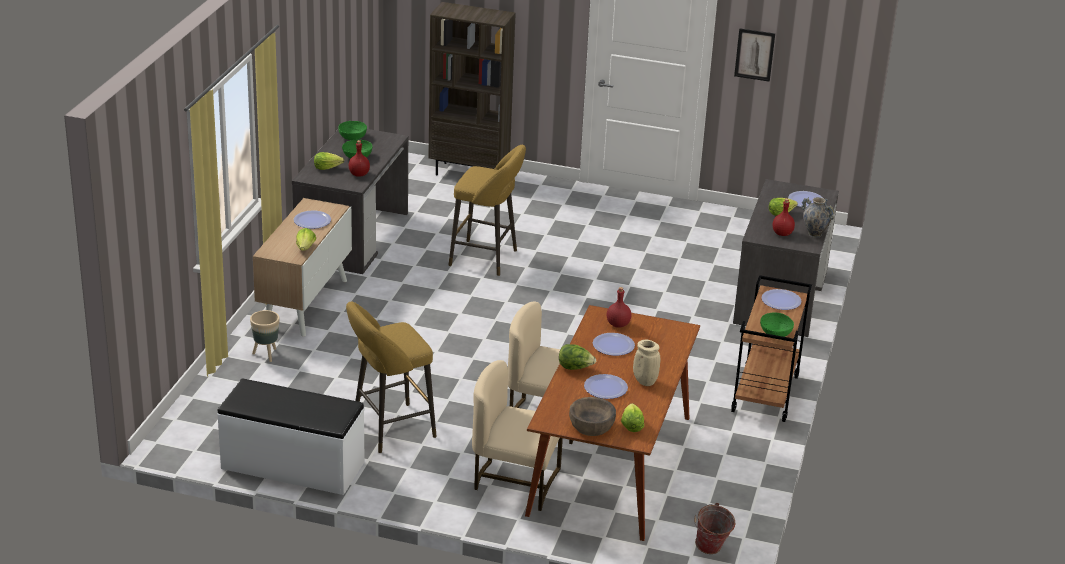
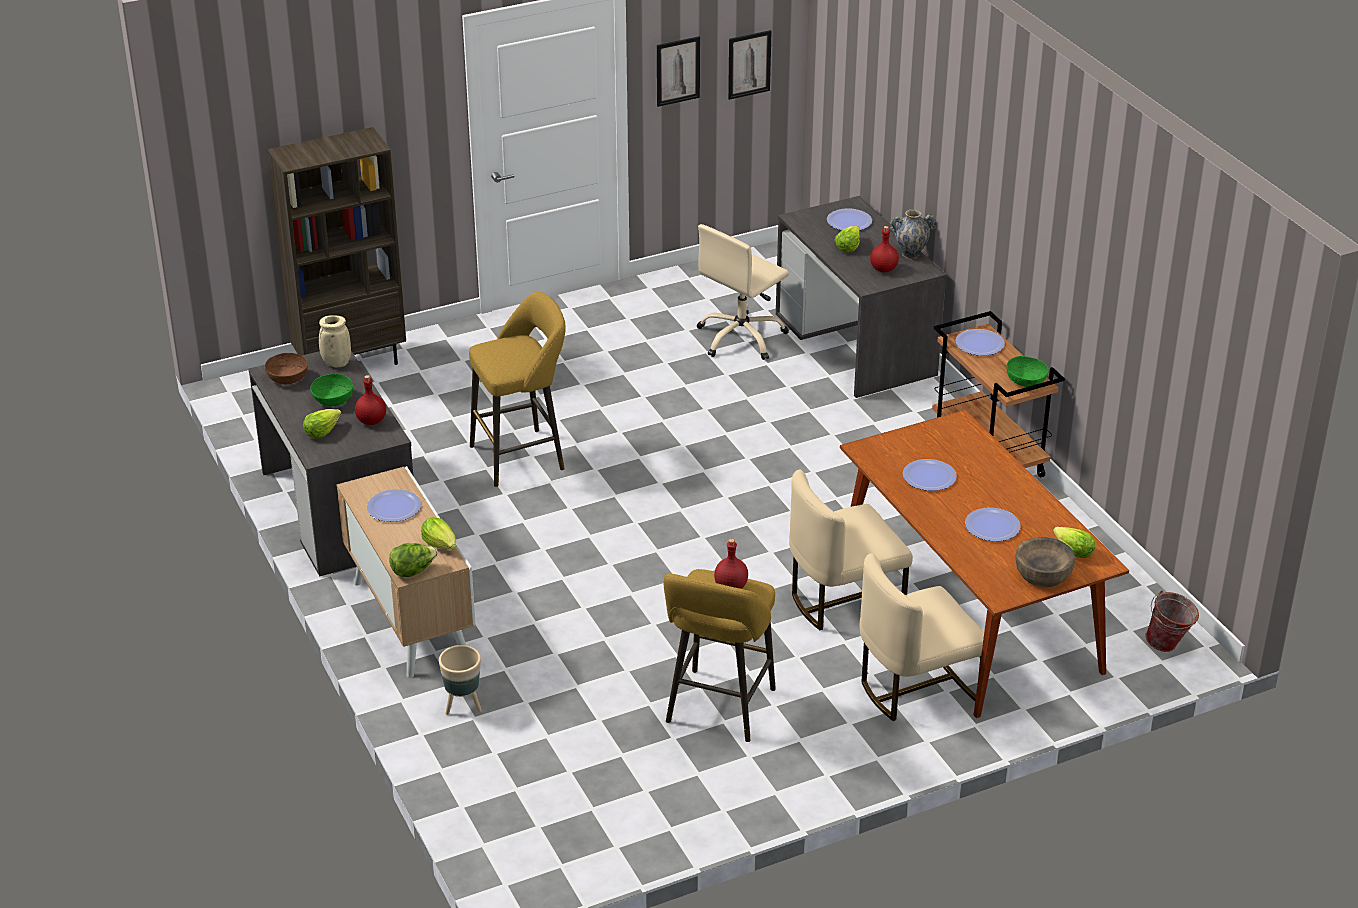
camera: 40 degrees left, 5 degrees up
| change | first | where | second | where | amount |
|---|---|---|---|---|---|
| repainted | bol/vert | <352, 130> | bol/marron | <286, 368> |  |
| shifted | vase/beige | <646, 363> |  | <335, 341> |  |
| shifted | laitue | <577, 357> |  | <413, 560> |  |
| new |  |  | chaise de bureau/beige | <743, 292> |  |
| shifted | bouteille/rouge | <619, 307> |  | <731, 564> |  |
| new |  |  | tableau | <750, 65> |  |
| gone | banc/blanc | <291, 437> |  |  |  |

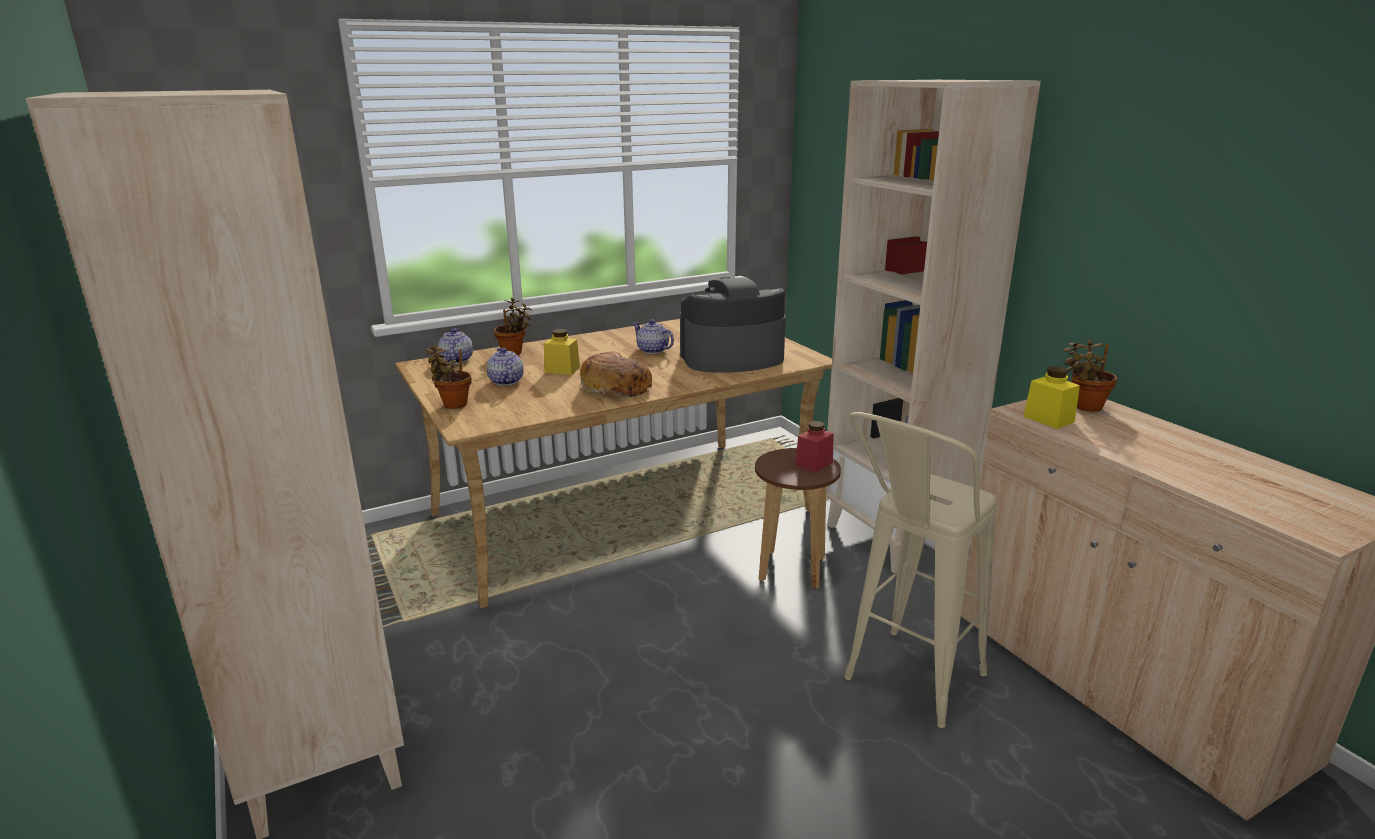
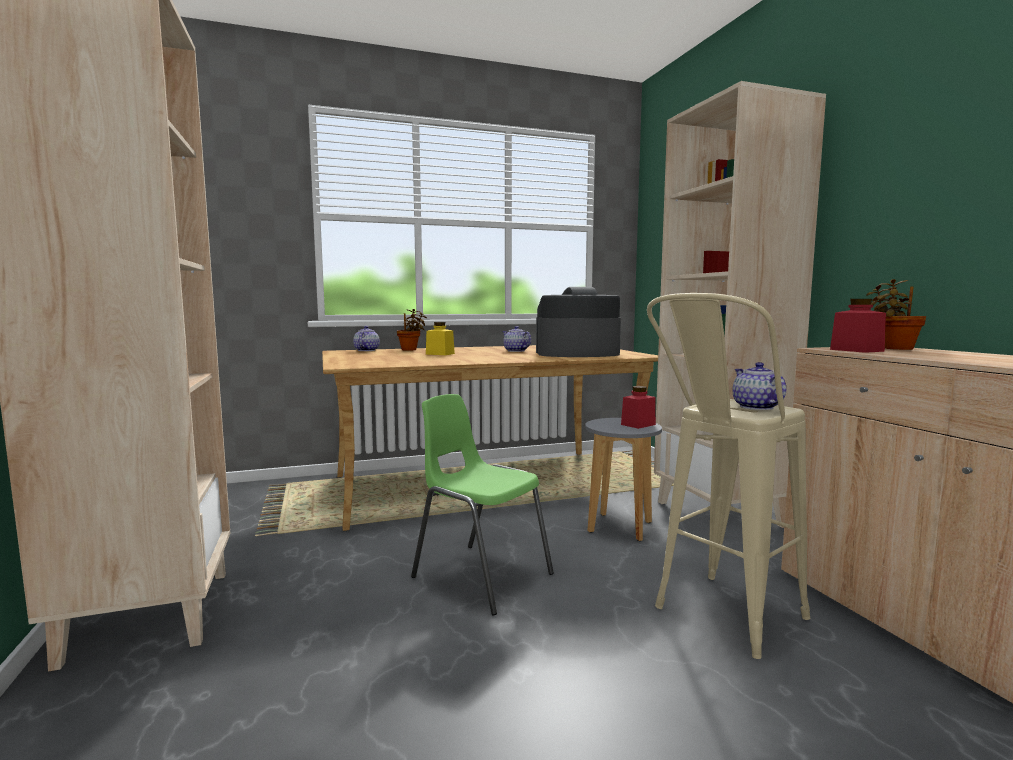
camera: 10 degrees right, 15 degrees down
| change | first | where | second | where | amount |
|---|---|---|---|---|---|
| new |  |  | chaise/vert | <482, 505> |  |
| repainted | tabouret/marron | <798, 518> | tabouret/gris | <623, 479> |  |
| shifted | théière | <505, 367> |  | <759, 386> |  |
| repainted | bocal/jaune | <1051, 397> | bocal/rouge | <858, 326> |  |
| gone | plante en pot | <448, 377> |  |  |  |
| gone | pain | <616, 374> |  |  |  |

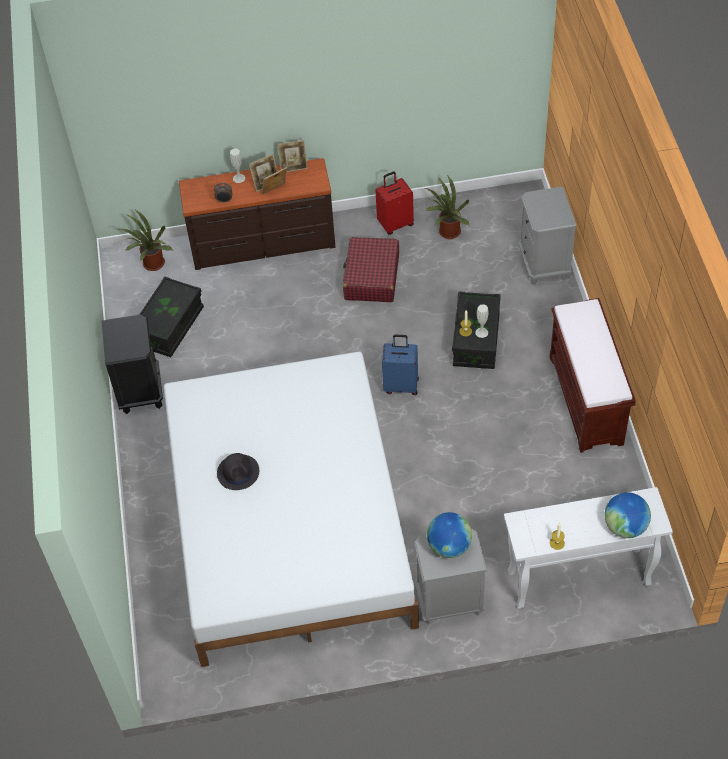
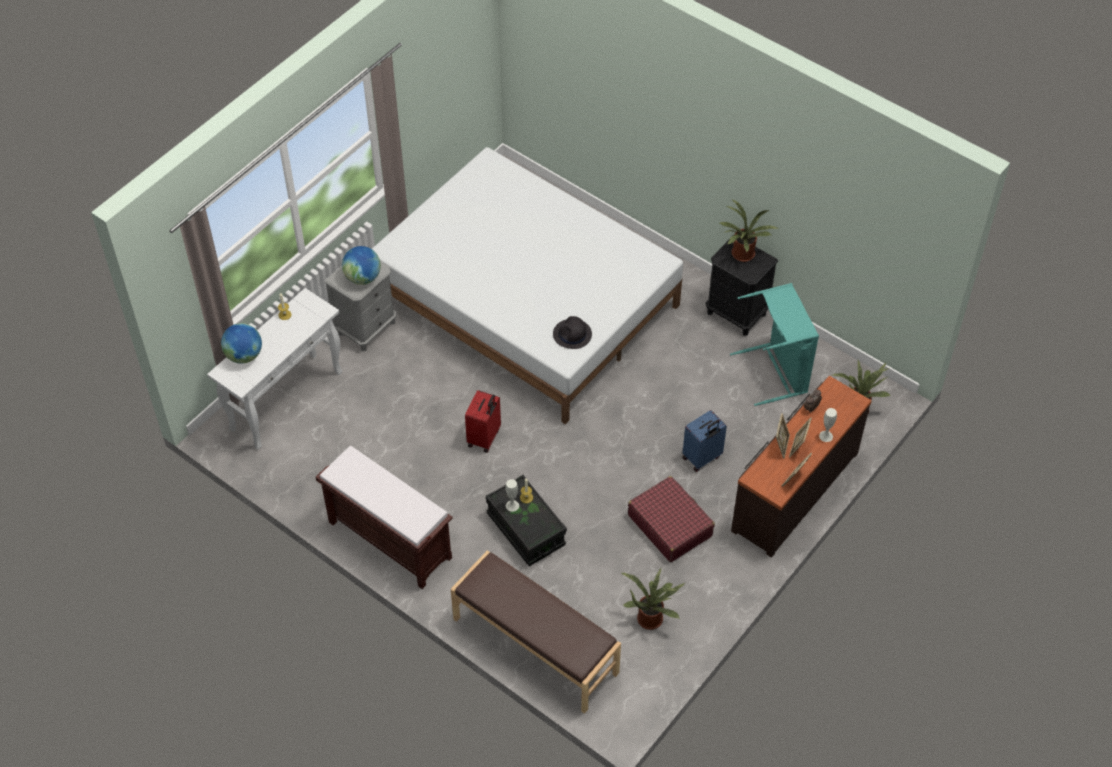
camera: 135 degrees right, 0 degrees up
| change | first | where | second | where | amount |
|---|---|---|---|---|---|
| swapped | table de chevet/gris | <547, 235> | banc/marron | <536, 632> |  |
| shifted | valise/rouge | <394, 203> |  | <483, 421> |  |
| shifted | chapeau/noir | <238, 471> |  | <572, 332> |  |
| shifted | valise/bleu | <400, 364> |  | <705, 441> |  |
| new |  |  | plante en pot | <748, 230> |  |
| swapped | boîte de rangement/noir | <171, 316> | panier à linge/turquoise | <774, 344> |  |

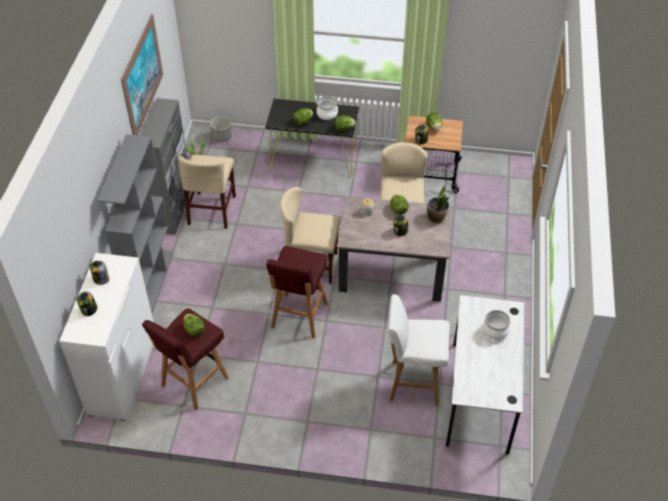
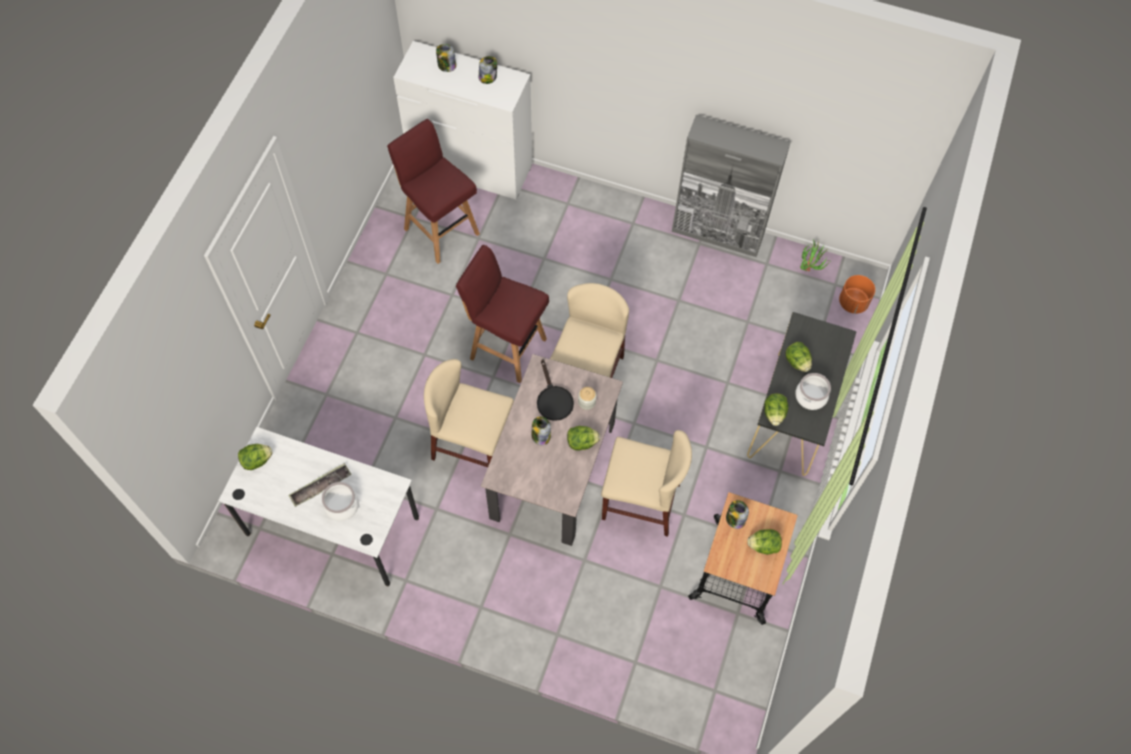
camera: 100 degrees right, 15 degrees up
| change | first | where | second | where | amount |
|---|---|---|---|---|---|
| shifted | laitue | <194, 325> |  | <255, 457> |  |
| new |  |  | plateau | <320, 485> |  |
| shifted | chaise/beige | <207, 192> |  | <469, 413> |  |
| new |  |  | poêle/noir | <555, 390> |  |
| repainted | cache-pot/gris | <221, 129> | cache-pot/orange | <857, 294> |  |
| gone | bibliothèque/gris | <135, 223> |  |  |  |
| gone | tableau | <142, 74> |  |  |  |
| gone | tabouret/blanc | <419, 349> |  |  |  |
| gone | plante en pot | <438, 204> |  |  |  |

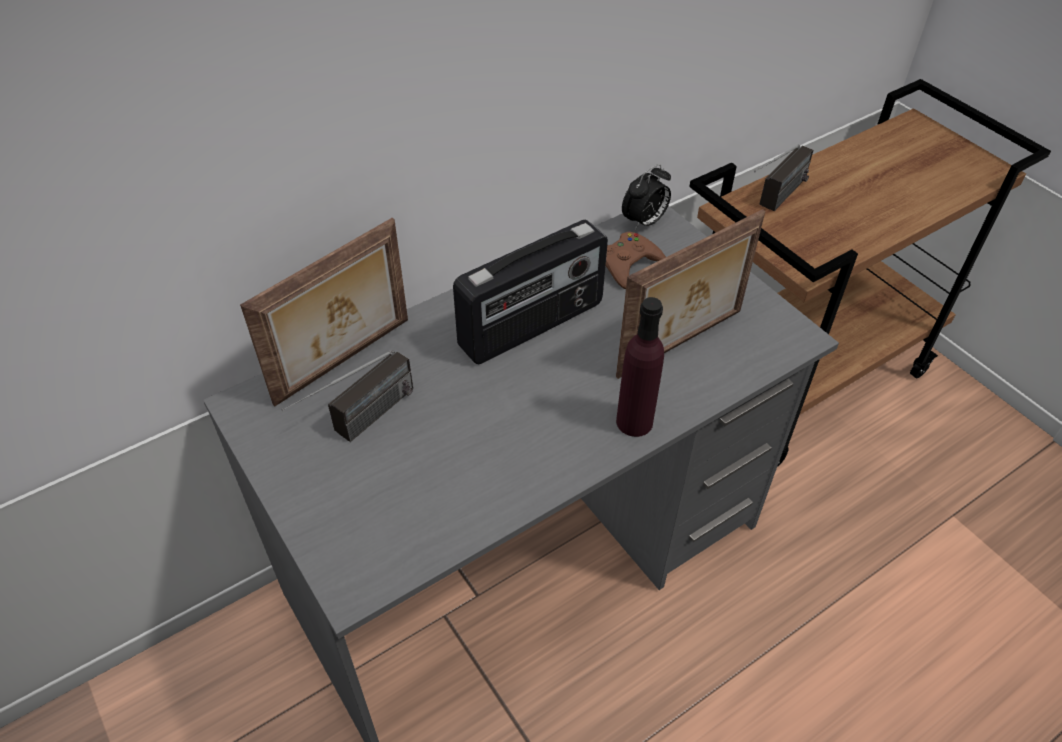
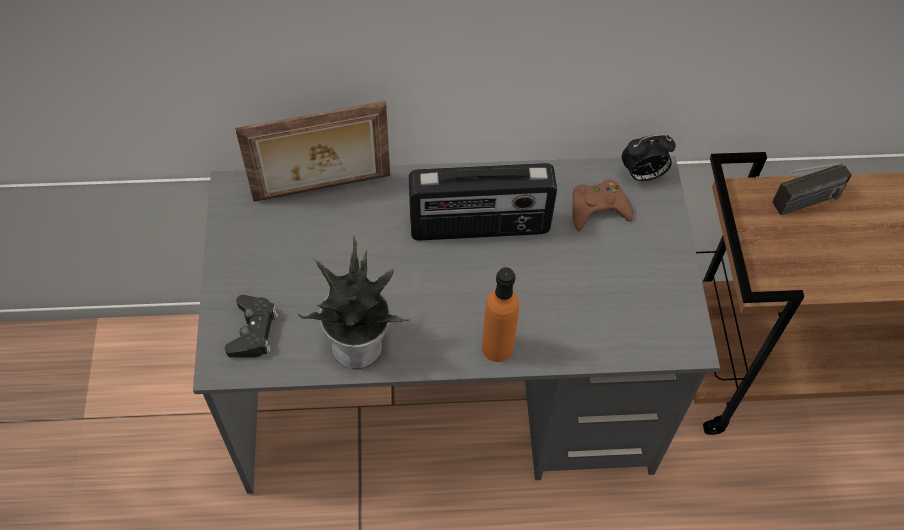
camera: 30 degrees right, 10 degrees up
| change | first | where | second | where | amount |
|---|---|---|---|---|---|
| new |  |  | manette/noir | <251, 326> |  |
| new |  |  | plante en pot | <353, 302> |  |
| repainted | bouteille/violet | <640, 367> | bouteille/orange | <500, 314> |  |
| gone | radio | <347, 396> |  |  |  |
| gone | cadre photo | <690, 294> |  |  |  |

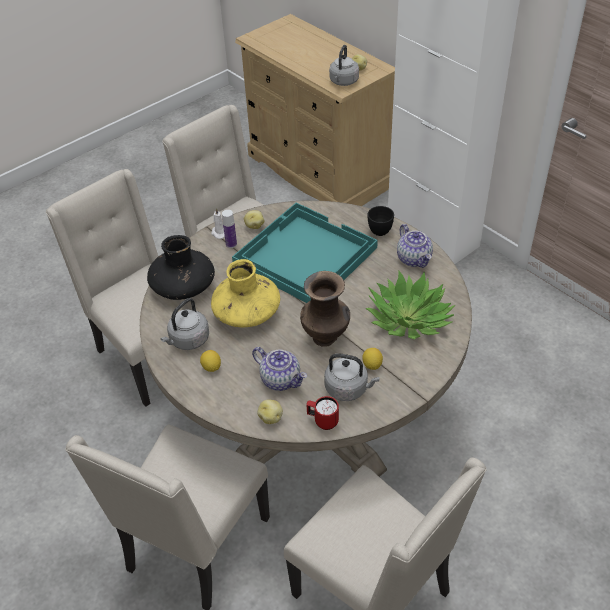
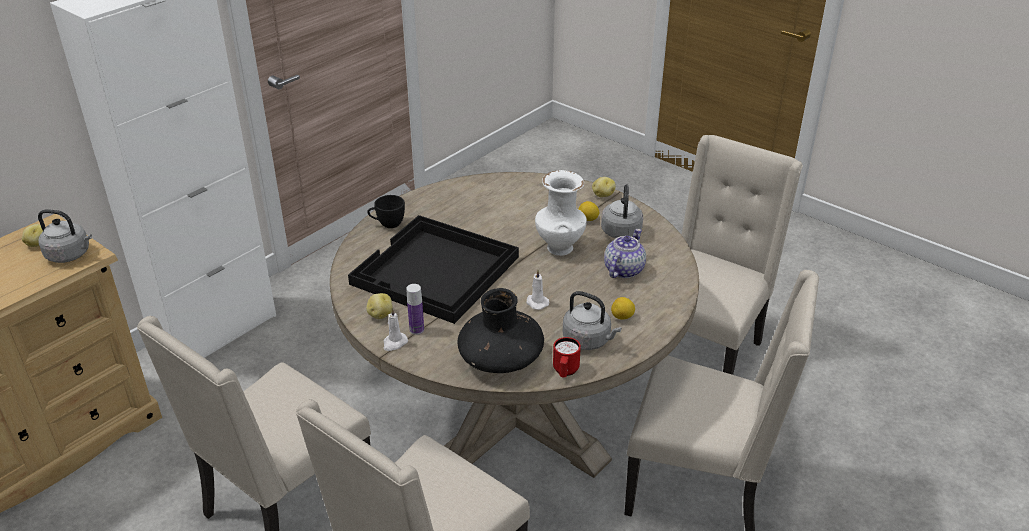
camera: 100 degrees left, 10 degrees down
| change | first | where | second | where | amount |
|---|---|---|---|---|---|
| repainted | plateau/turquoise | <305, 253> | plateau/noir | <433, 269> |  |
| swapped | vase/jaune | <245, 293> | bougie/blanc | <537, 290> |  |
| repainted | vase/marron | <325, 309> | vase/blanc | <561, 213> |  |
| shifted | mug/rouge | <322, 413> |  | <567, 357> |  |
| shifted | pomme de terre | <270, 411> |  | <603, 187> |  |
| gone | plante en pot | <410, 305> |  |  |  |
| gone | théière | <415, 246> |  |  |  |

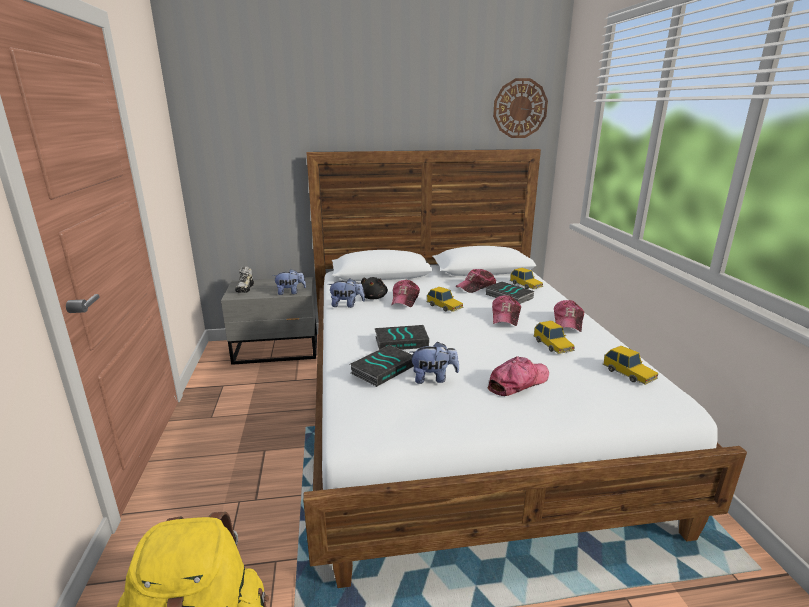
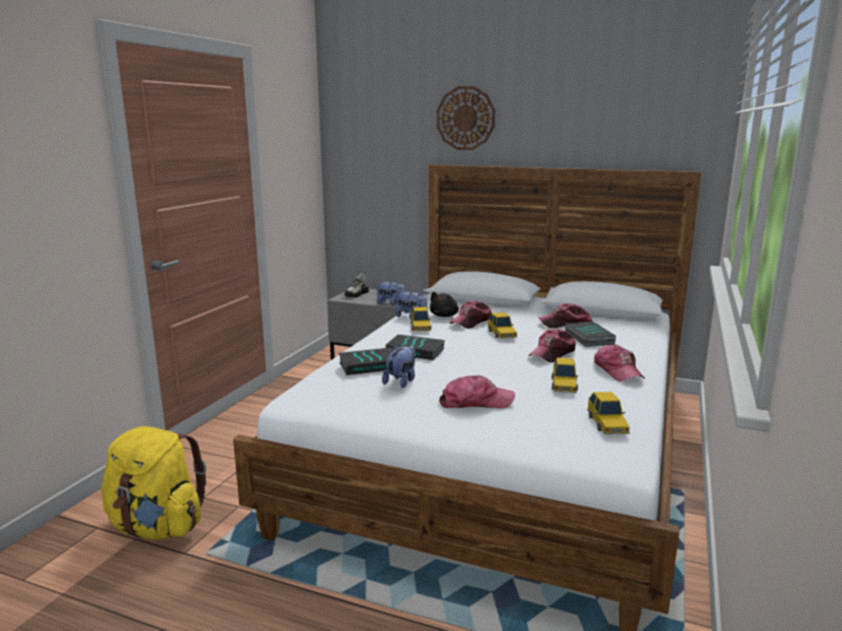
camera: 30 degrees right, 5 degrees down
| change | first | where | second | where | amount |
|---|---|---|---|---|---|
| rotated | peluche | <434, 363> |  | <399, 366> | 90 degrees counterclockwise |
| shifted | petite voiture | <526, 278> |  | <421, 319> |  |
| shifted | horloge murale | <520, 108> |  | <466, 118> |  |
| rotated | casquette | <569, 316> |  | <619, 363> | 60 degrees counterclockwise |

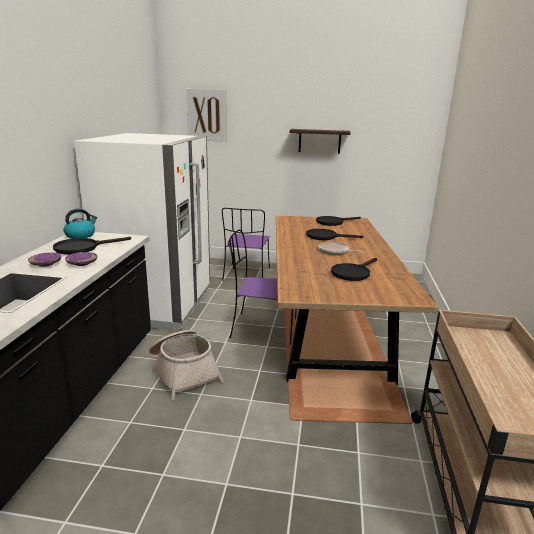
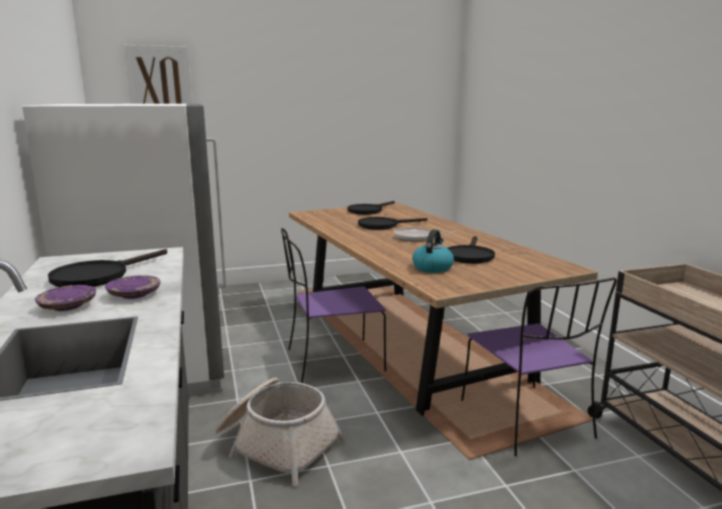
camera: 25 degrees left, 5 degrees down
| change | first | where | second | where | amount |
|---|---|---|---|---|---|
| shifted | bouilloire | <80, 223> |  | <433, 251> |  |
| shifted | chaise/violet | <246, 244> |  | <539, 367> |  |
| gone | étagère | <320, 141> |  |  |  |

